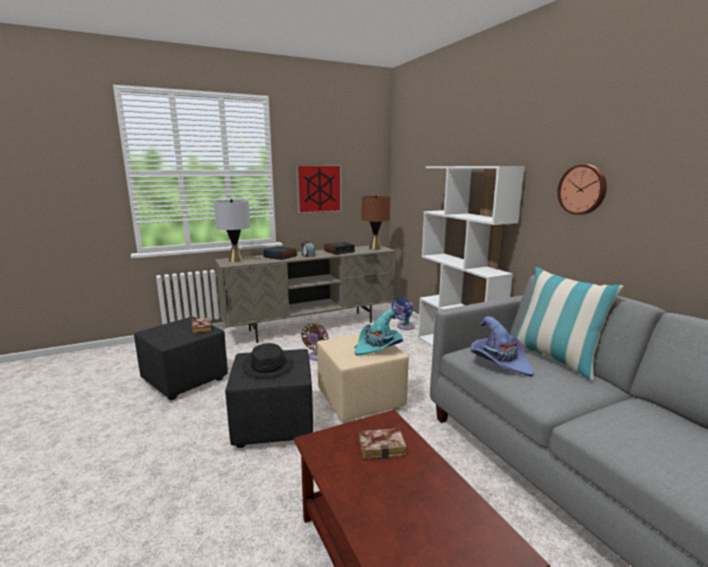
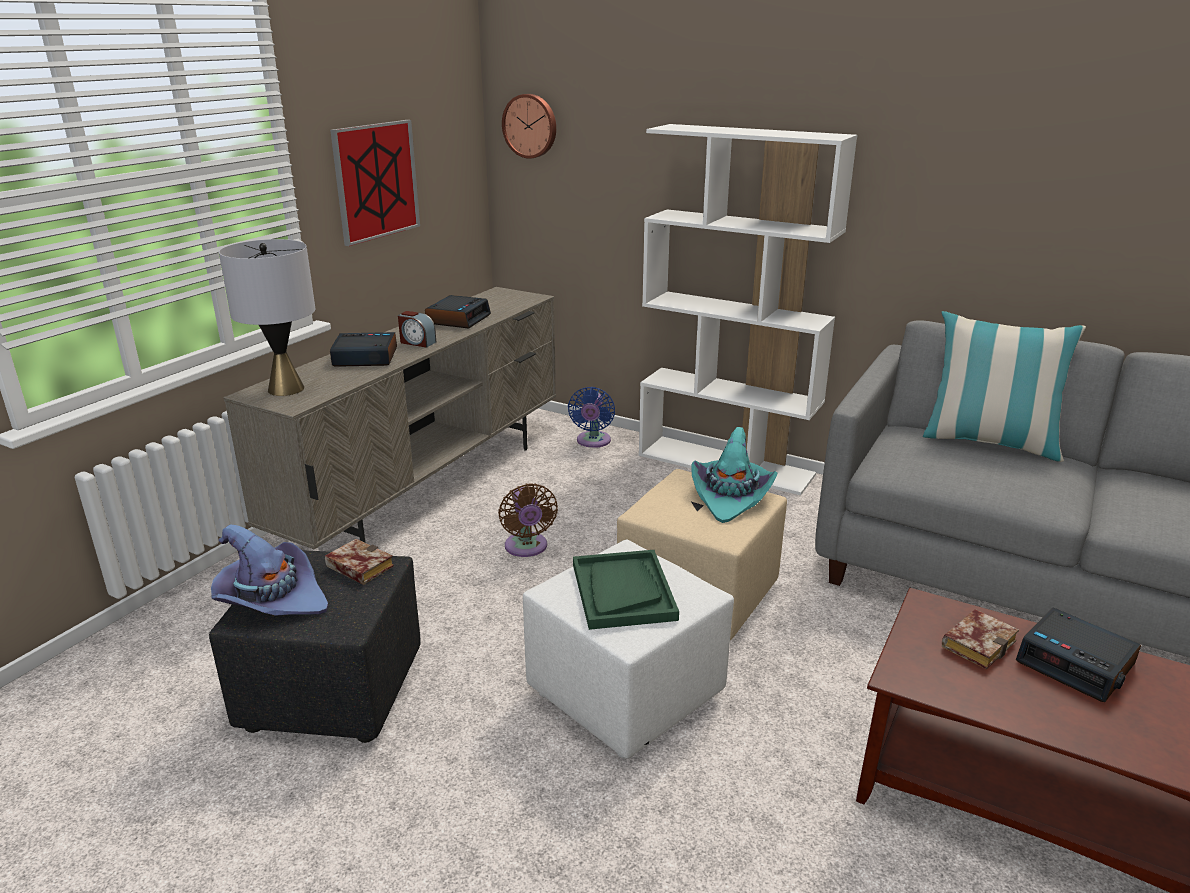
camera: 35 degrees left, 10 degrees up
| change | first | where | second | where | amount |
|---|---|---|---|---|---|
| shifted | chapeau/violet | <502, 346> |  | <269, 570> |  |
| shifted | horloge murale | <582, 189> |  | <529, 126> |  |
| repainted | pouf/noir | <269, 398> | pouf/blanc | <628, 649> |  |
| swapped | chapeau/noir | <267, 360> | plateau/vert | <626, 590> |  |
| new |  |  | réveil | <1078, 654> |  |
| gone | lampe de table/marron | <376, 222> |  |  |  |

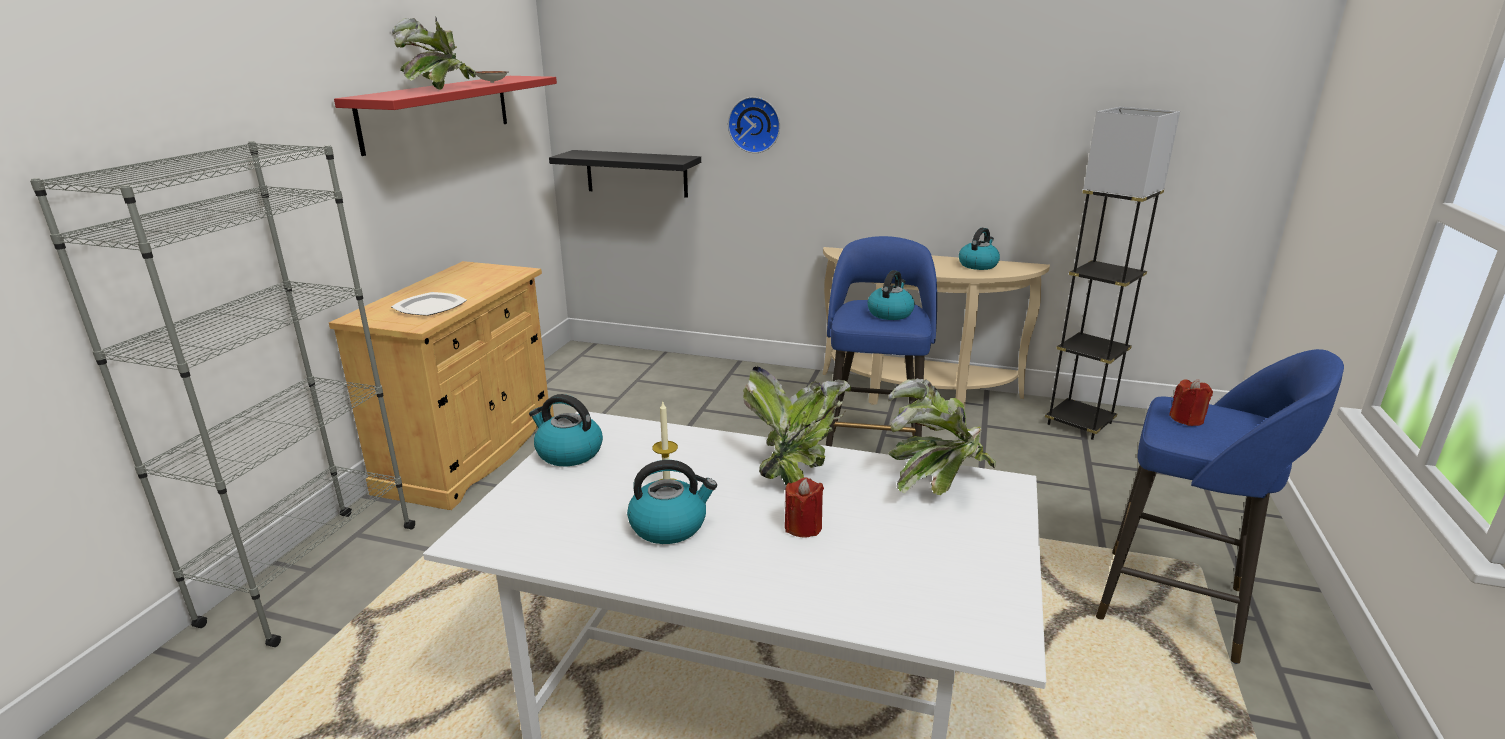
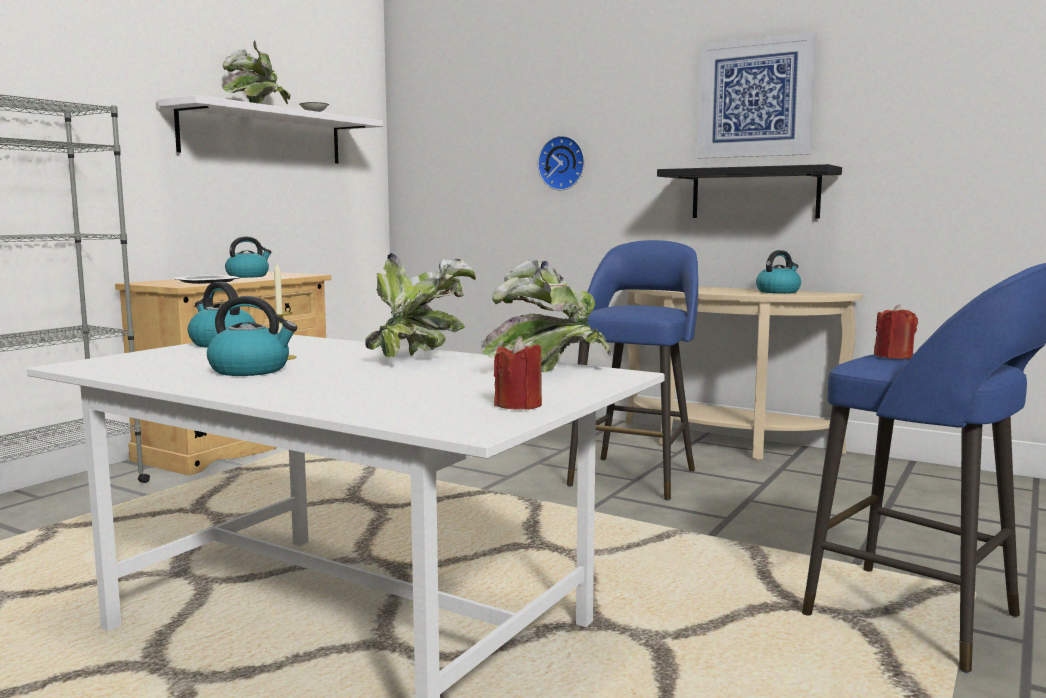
camera: 15 degrees right, 15 degrees down
| change | first | where | second | where | amount |
|---|---|---|---|---|---|
| repainted | étagère/rouge | <445, 116> | étagère/blanc | <270, 129> |  |
| shifted | bouilloire | <891, 295> |  | <248, 257> |  |
| shifted | bougie/rouge | <804, 507> |  | <518, 374> |  |
| shifted | étagère/noir | <625, 174> |  | <749, 191> |  |
| new |  |  | tableau | <757, 95> |  |
| gone | lampadaire/gris | <1112, 273> |  |  |  |

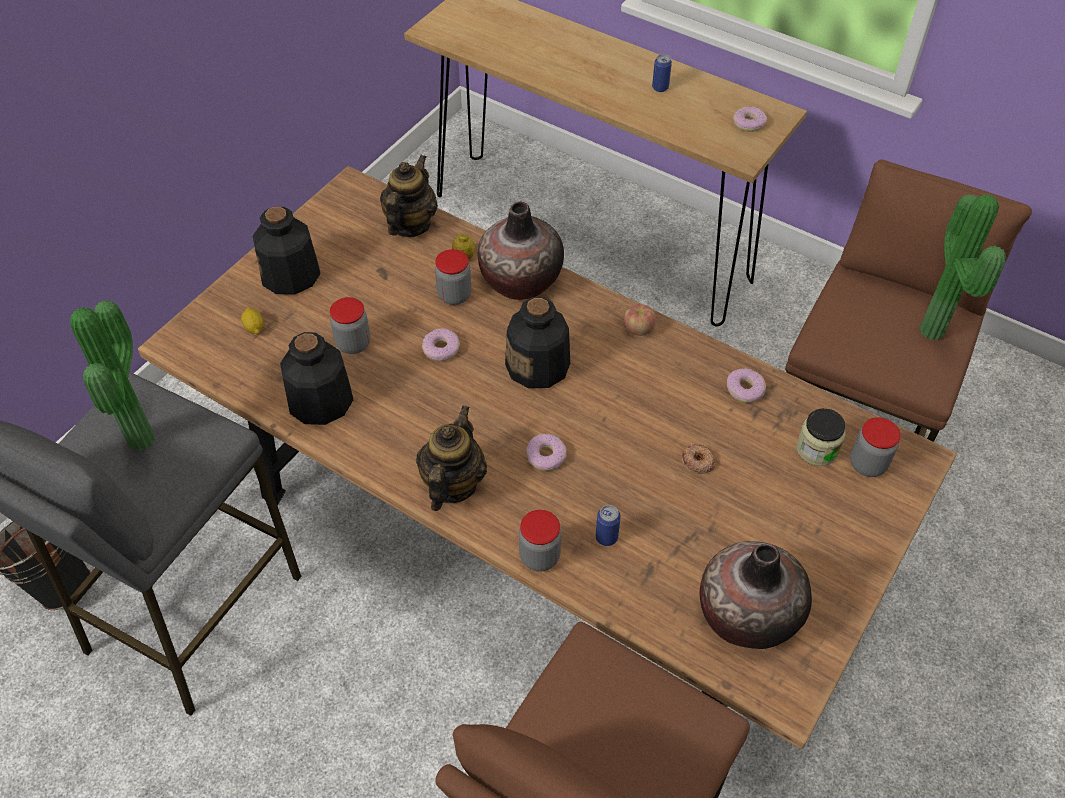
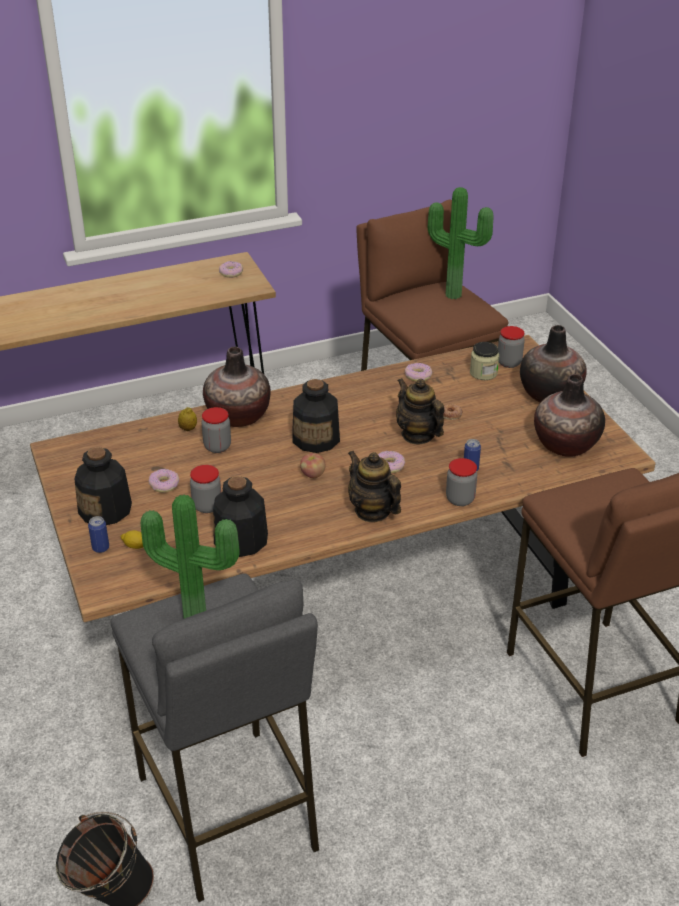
camera: 55 degrees left, 15 degrees down
| change | first | where | second | where | amount |
|---|---|---|---|---|---|
| shifted | boîte métallique | <662, 73> |  | <98, 534> |  |
| shifted | beignet | <441, 344> |  | <163, 481> |  |
| shifted | pomme | <640, 320> |  | <313, 465> |  |
| shifted | théière | <409, 196> |  | <420, 411> |  |
| new |  |  | vase | <553, 363> |  |

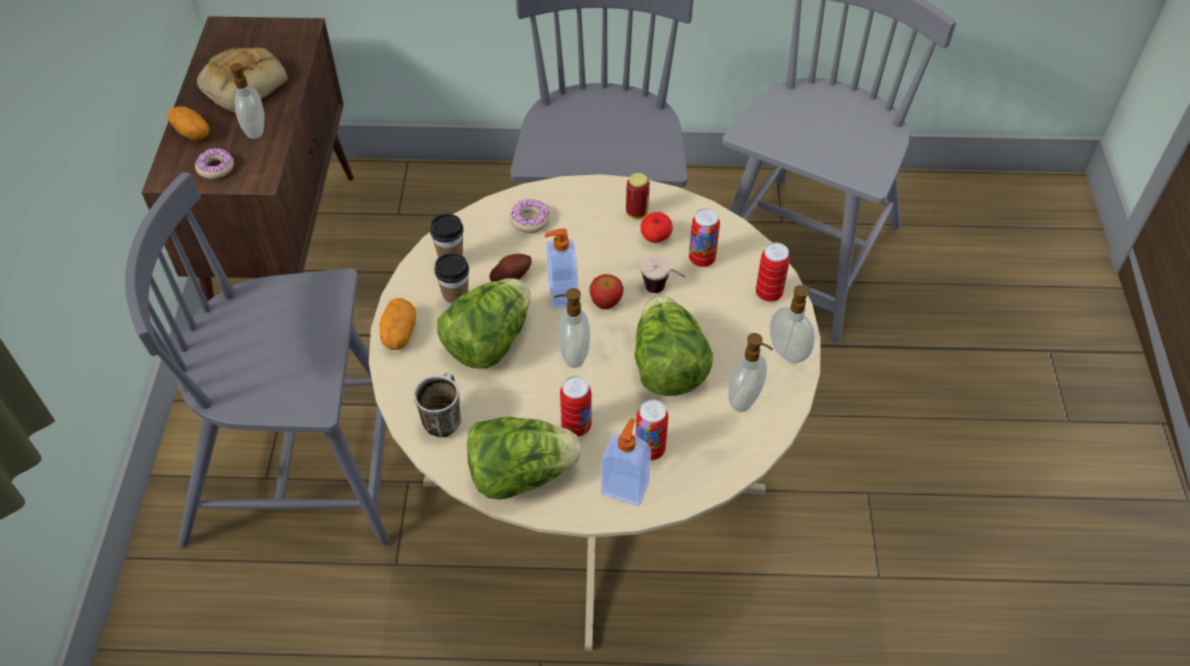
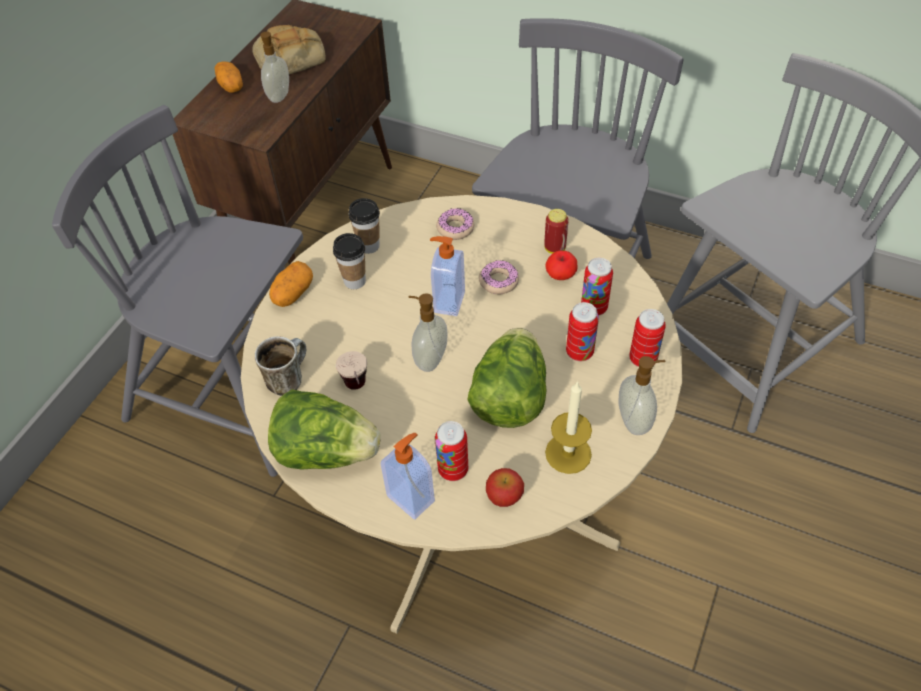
camera: 25 degrees right, 0 degrees up
| change | first | where | second | where | amount |
|---|---|---|---|---|---|
| shifted | tasse | <663, 274> |  | <351, 370> |  |
| shifted | beignet | <214, 163> |  | <499, 277> |  |
| shifted | pomme | <607, 291> |  | <505, 487> |  |
| swapped | distributeur de savon | <750, 372> | bougie | <568, 427> |  |
| shifted | boîte métallique | <576, 406> |  | <582, 331> |  |
| gone | laitue | <484, 323> |  |  |  |
| gone | pomme de terre | <510, 268> |  |  |  |

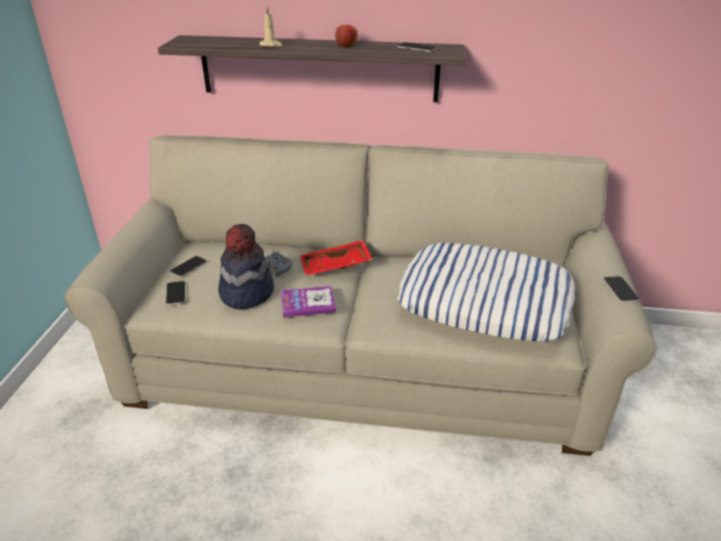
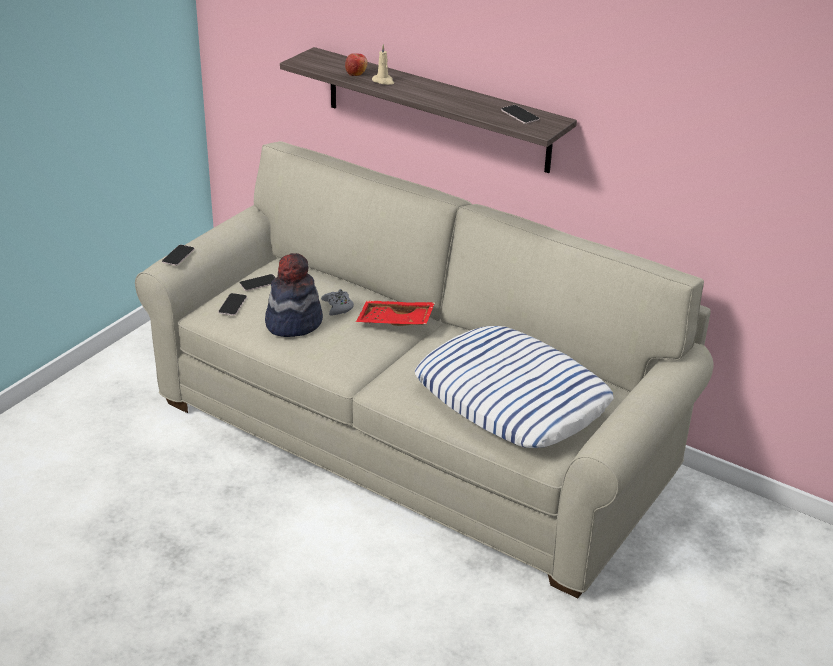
camera: 25 degrees right, 0 degrees up
| change | first | where | second | where | amount |
|---|---|---|---|---|---|
| shifted | téléphone | <621, 289> |  | <178, 255> |  |
| shifted | pomme | <346, 36> |  | <356, 64> |  |
| gone | livre | <308, 302> |  |  |  |

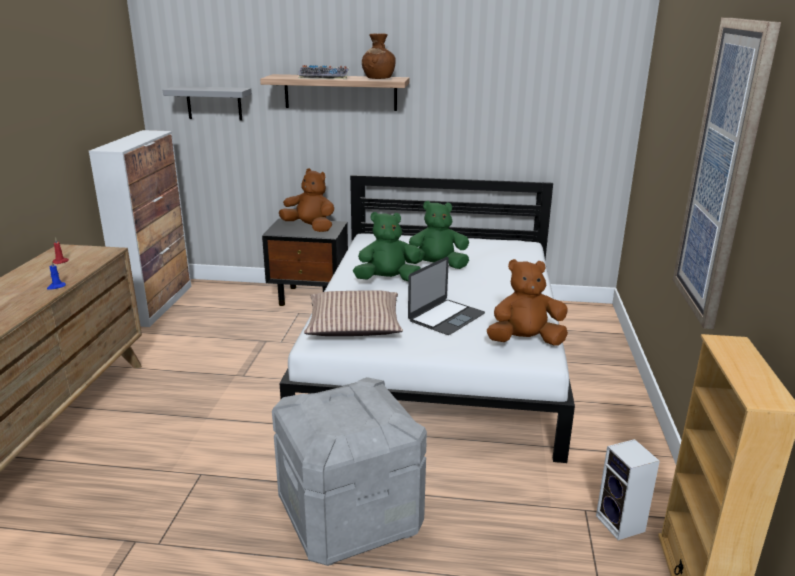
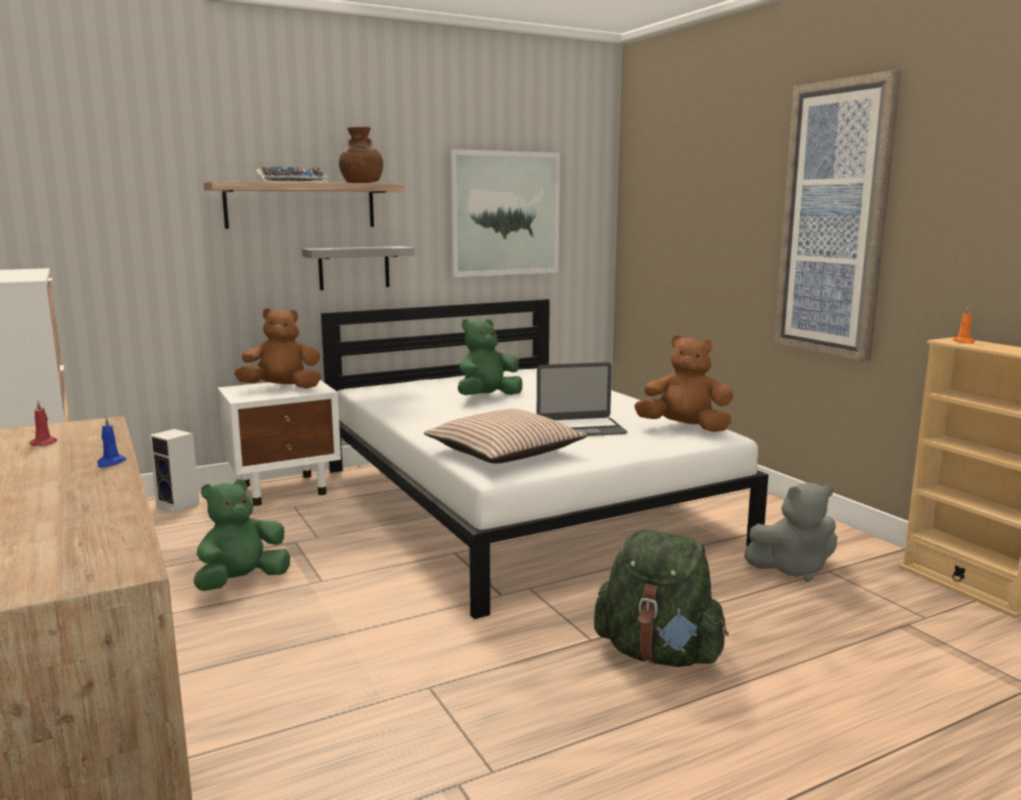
camera: 35 degrees left, 10 degrees down
| change | first | where | second | where | amount |
|---|---|---|---|---|---|
| shifted | enceinte | <628, 489> |  | <174, 471> |  |
| shifted | peluche/vert | <387, 246> |  | <241, 535> |  |
| repainted | table de chevet/noir | <305, 262> | table de chevet/blanc | <279, 443> |  |
| shifted | étagère/gris | <207, 103> |  | <358, 268> |  |
| new |  |  | tableau | <504, 213> |  |
| rotated | ordinateur portable | <446, 296> |  | <582, 399> | 75 degrees clockwise |
| swapped | boîte de rangement/gris | <349, 471> | sac à dos/vert | <661, 598> |  |
| rotated | peluche/marron | <527, 302> |  | <683, 383> | 60 degrees clockwise |
| new |  |  | peluche/gris | <790, 532> |  |
| new |  |  | bougie/orange | <963, 325> |  |

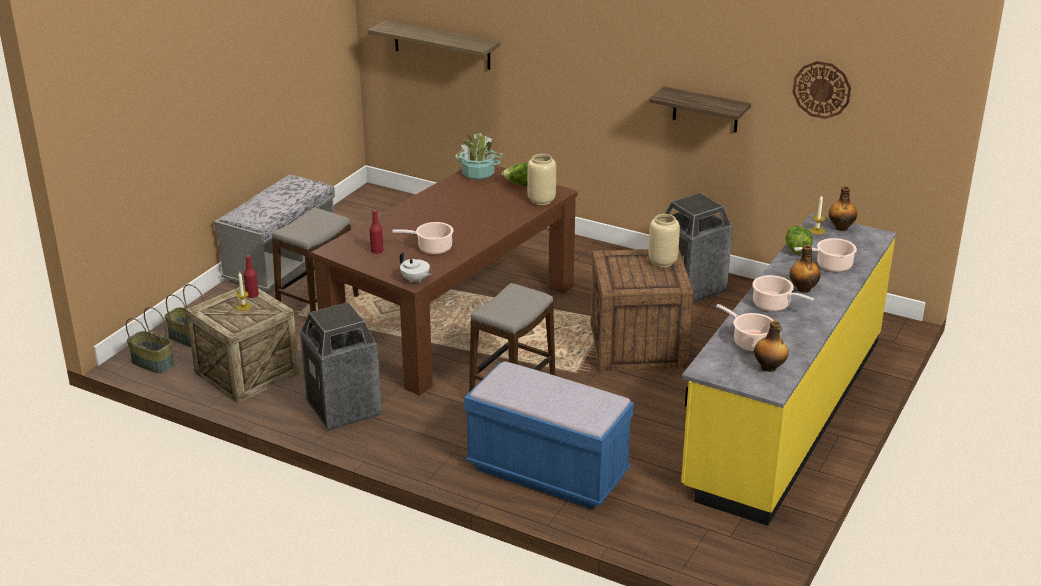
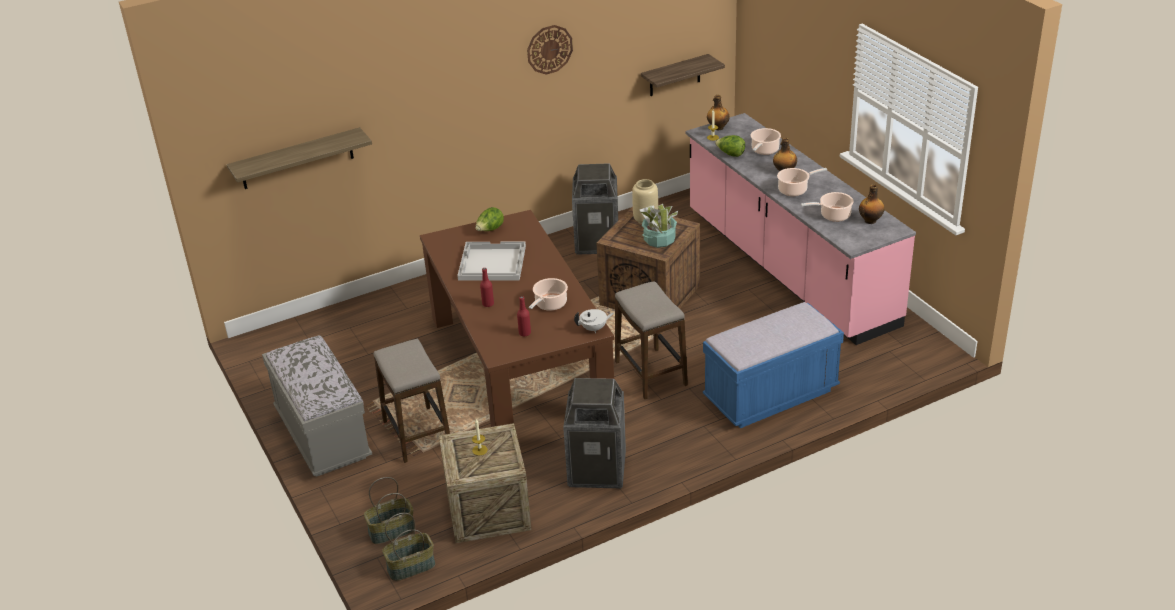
camera: 55 degrees left, 5 degrees up
| change | first | where | second | where | amount |
|---|---|---|---|---|---|
| new |  |  | plateau/blanc | <491, 261> |  |
| shifted | bouteille/rouge | <251, 276> |  | <487, 287> |  |
| shifted | horloge murale | <822, 90> |  | <550, 50> |  |
| shifted | plante en pot | <479, 156> |  | <659, 226> |  |
| shifted | étagère | <700, 109> |  | <683, 75> |  |
| repainted | comptoir de cuisine/jaune | <788, 369> | comptoir de cuisine/rose | <800, 229> |  |
| gone | vase/beige | <541, 179> |  |  |  |

